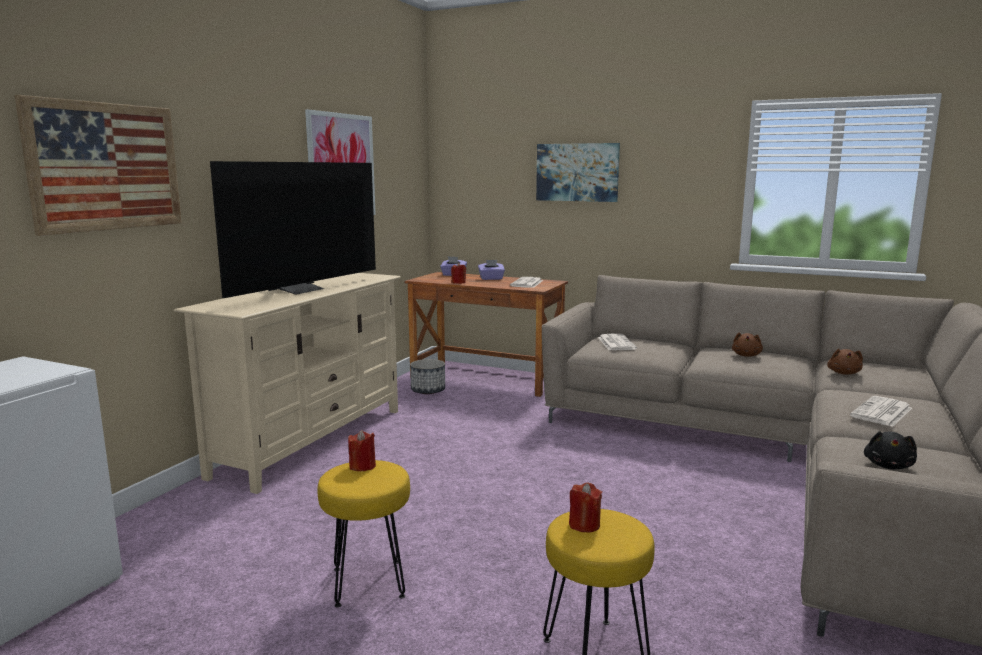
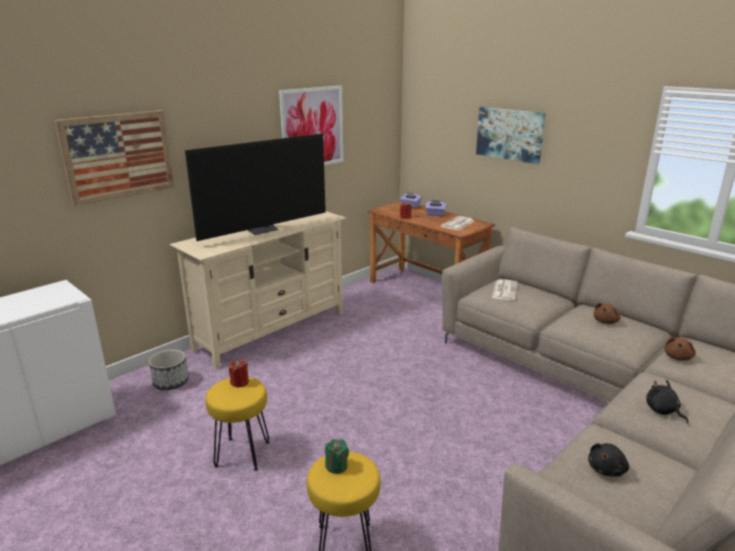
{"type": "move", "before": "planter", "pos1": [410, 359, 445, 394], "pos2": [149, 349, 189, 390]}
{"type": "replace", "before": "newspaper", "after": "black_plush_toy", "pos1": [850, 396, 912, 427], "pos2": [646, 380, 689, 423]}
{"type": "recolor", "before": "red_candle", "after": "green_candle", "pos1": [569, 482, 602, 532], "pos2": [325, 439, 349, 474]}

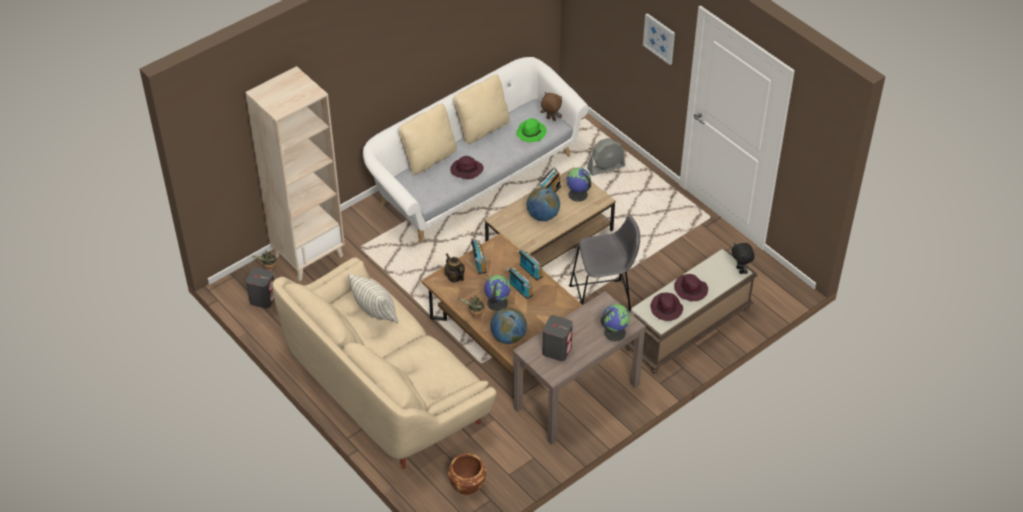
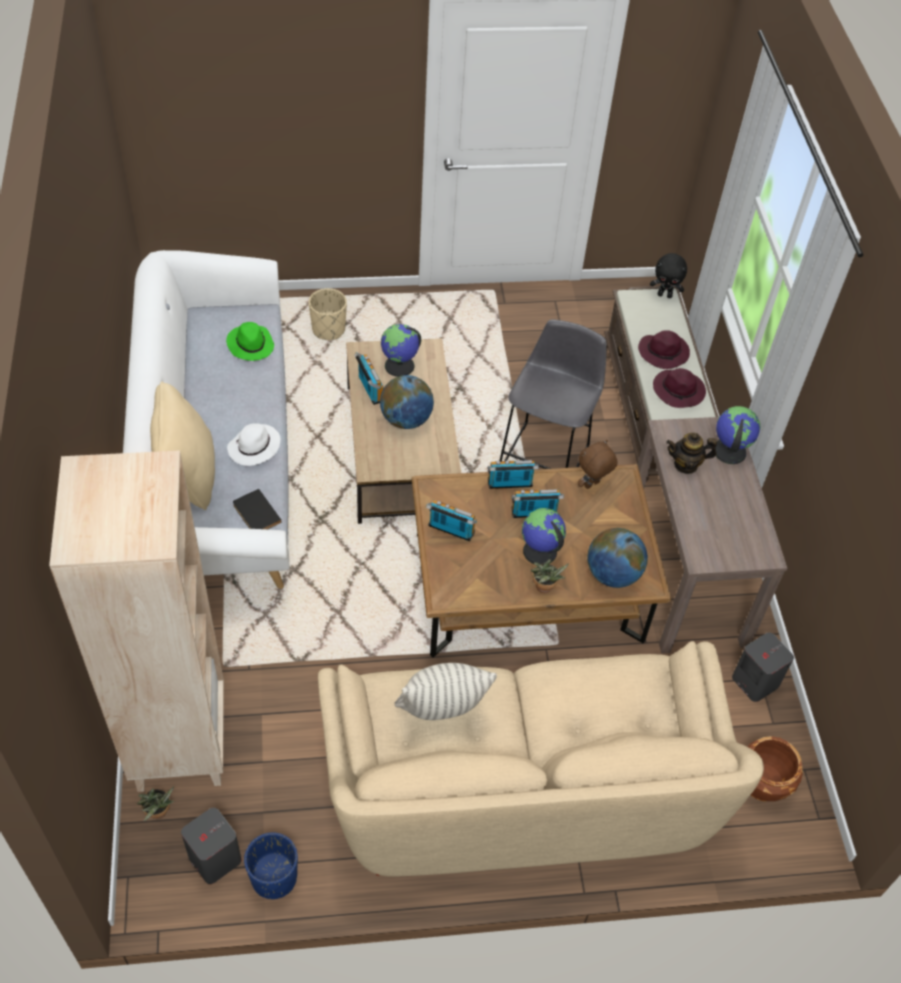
{"type": "delete", "before": "picture", "pos1": [643, 13, 675, 65]}
{"type": "delete", "before": "beige_pillow", "pos1": [454, 74, 510, 145]}
{"type": "move", "before": "brown_plush_toy", "pos1": [541, 92, 562, 121], "pos2": [578, 440, 617, 489]}
{"type": "replace", "before": "grey_fan", "after": "beige_planter", "pos1": [587, 138, 625, 176], "pos2": [309, 288, 347, 340]}
{"type": "recolor", "before": "purple_hat", "after": "white_hat", "pos1": [450, 156, 484, 179], "pos2": [227, 423, 280, 466]}
{"type": "move", "before": "teapot", "pos1": [445, 253, 465, 282], "pos2": [666, 433, 717, 474]}
{"type": "move", "before": "grey_speaker", "pos1": [542, 315, 573, 361], "pos2": [732, 632, 794, 702]}
{"type": "insert", "after": "black_book", "pos2": [233, 489, 282, 529]}
{"type": "insert", "after": "blue_planter", "pos2": [244, 832, 298, 899]}

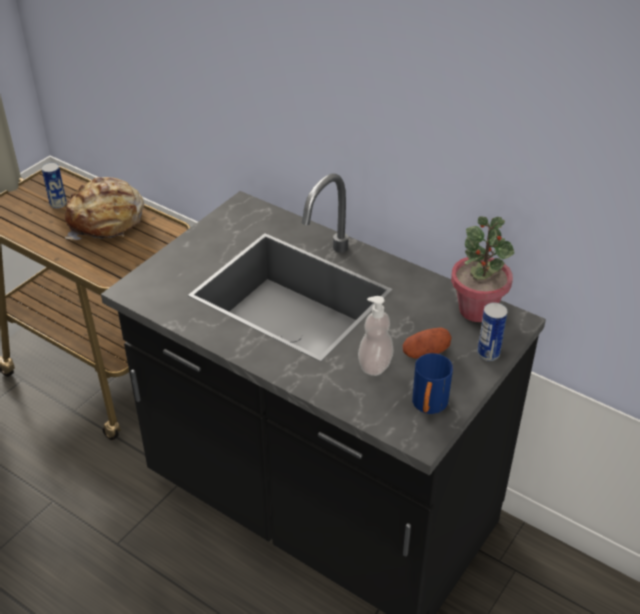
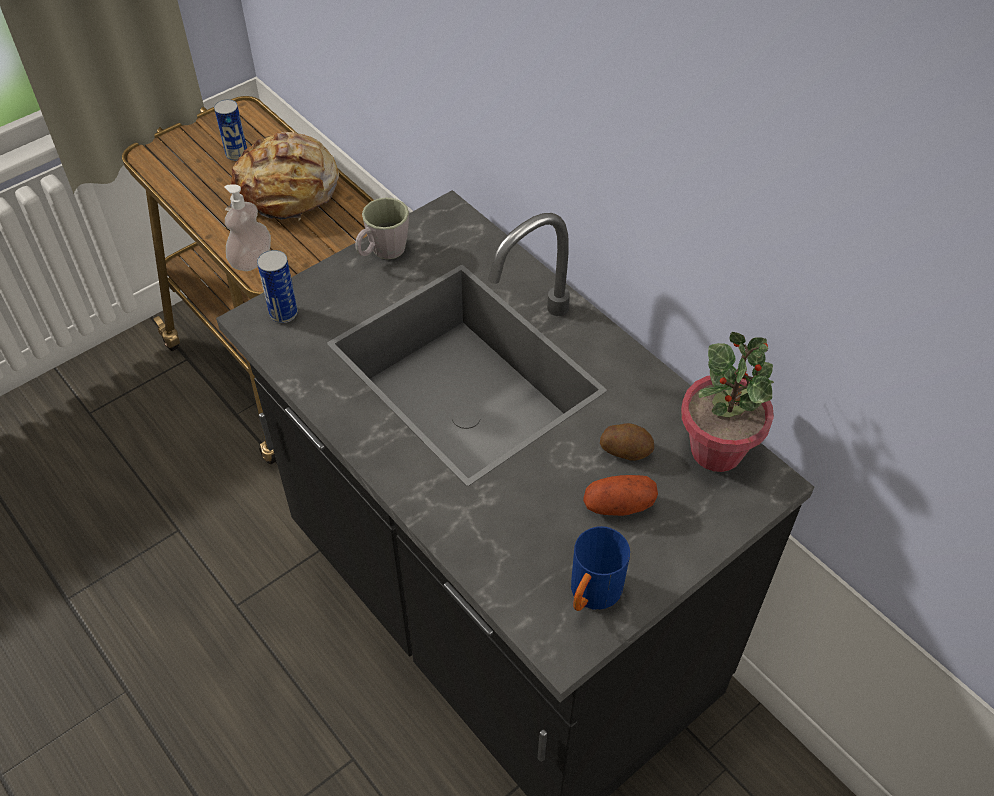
{"type": "move", "before": "soap_dispenser", "pos1": [358, 296, 394, 376], "pos2": [224, 185, 271, 271]}
{"type": "move", "before": "can", "pos1": [477, 302, 508, 361], "pos2": [257, 250, 298, 323]}
{"type": "insert", "after": "grey_mug", "pos2": [355, 197, 409, 259]}
{"type": "insert", "after": "potato", "pos2": [600, 423, 654, 461]}

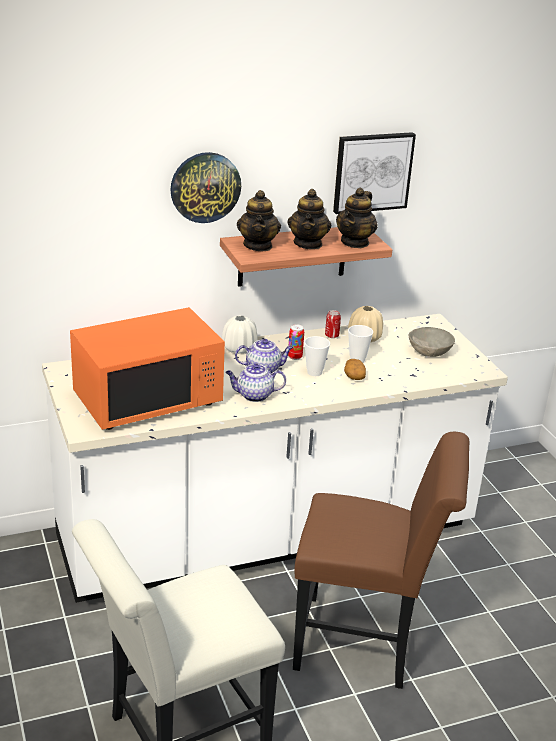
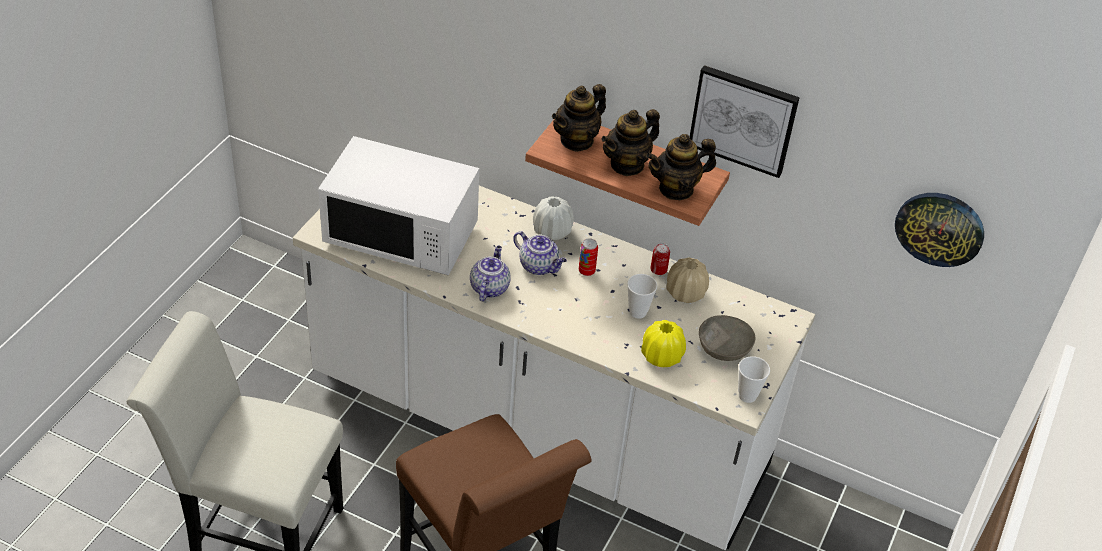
{"type": "move", "before": "wall_clock", "pos1": [170, 152, 241, 223], "pos2": [895, 193, 984, 267]}
{"type": "recolor", "before": "orange_microwave", "after": "white_microwave", "pos1": [70, 307, 225, 430], "pos2": [318, 136, 479, 275]}
{"type": "move", "before": "cup", "pos1": [304, 336, 330, 376], "pos2": [738, 356, 770, 403]}
{"type": "delete", "before": "potato", "pos1": [344, 359, 366, 380]}
{"type": "rotate", "before": "teapot", "pos1": [225, 364, 286, 402], "pos2": [470, 246, 511, 301], "turn": 60}
{"type": "insert", "after": "yellow_vase", "pos2": [641, 320, 686, 367]}

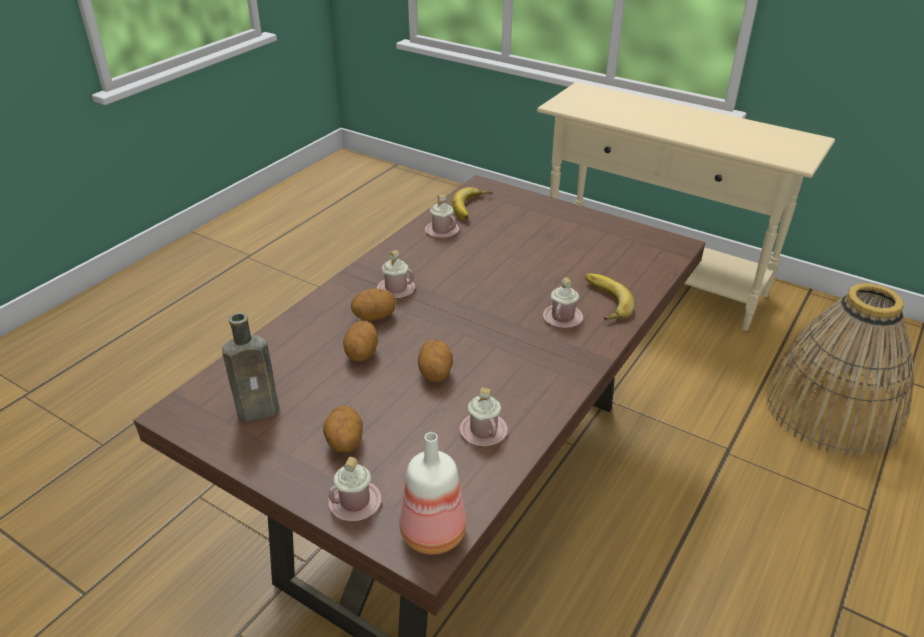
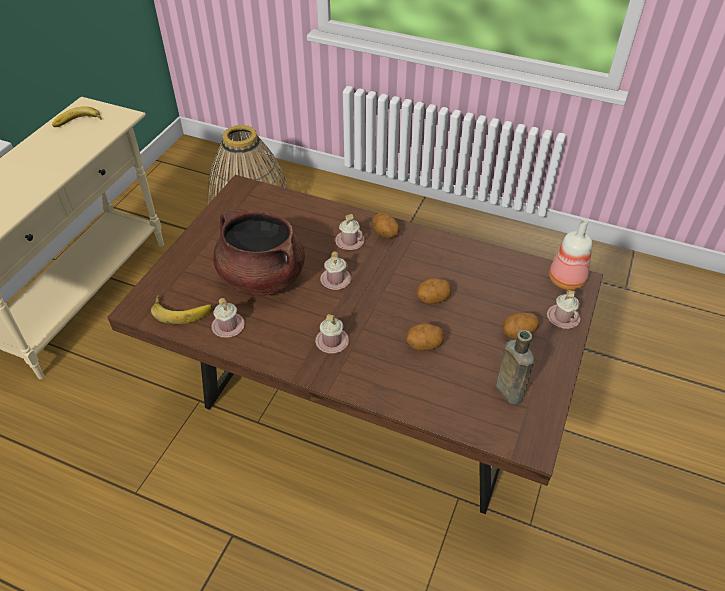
{"type": "move", "before": "banana", "pos1": [585, 273, 635, 320], "pos2": [52, 106, 101, 127]}
{"type": "move", "before": "potato", "pos1": [351, 288, 396, 321], "pos2": [373, 212, 399, 238]}
{"type": "move", "before": "pink_mug", "pos1": [460, 387, 508, 446], "pos2": [320, 252, 351, 290]}
{"type": "insert", "after": "brown_cooking_pot", "pos2": [213, 211, 305, 296]}

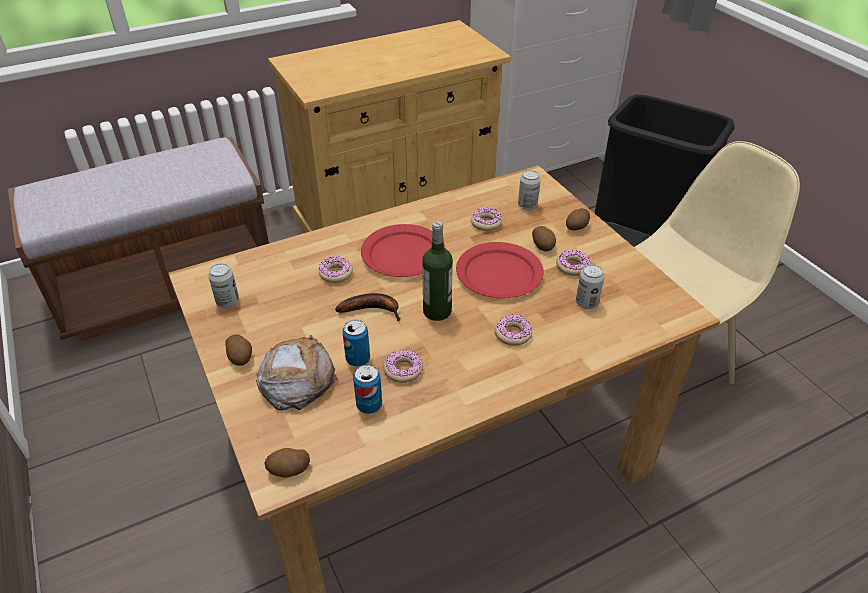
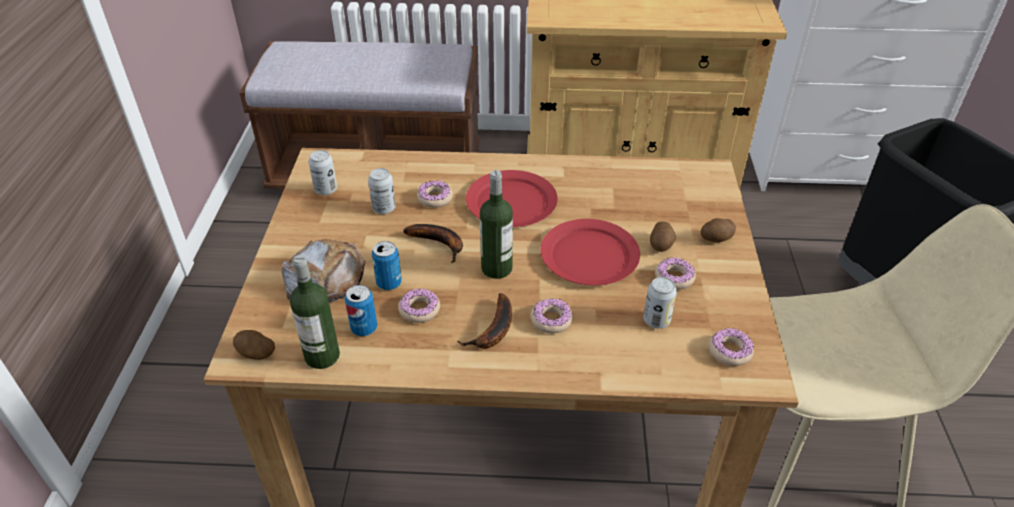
{"type": "move", "before": "can", "pos1": [518, 170, 541, 210], "pos2": [368, 168, 396, 214]}
{"type": "move", "before": "donut", "pos1": [471, 207, 502, 231], "pos2": [708, 327, 754, 366]}
{"type": "delete", "before": "potato", "pos1": [225, 335, 252, 366]}
{"type": "insert", "after": "bottle", "pos2": [290, 255, 340, 369]}
{"type": "insert", "after": "banana", "pos2": [457, 293, 512, 349]}

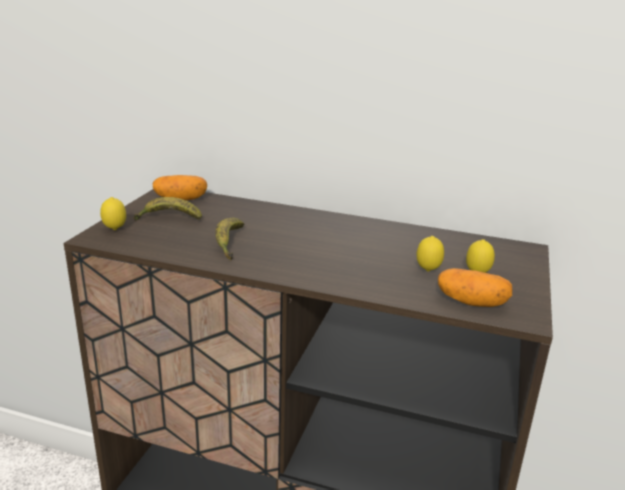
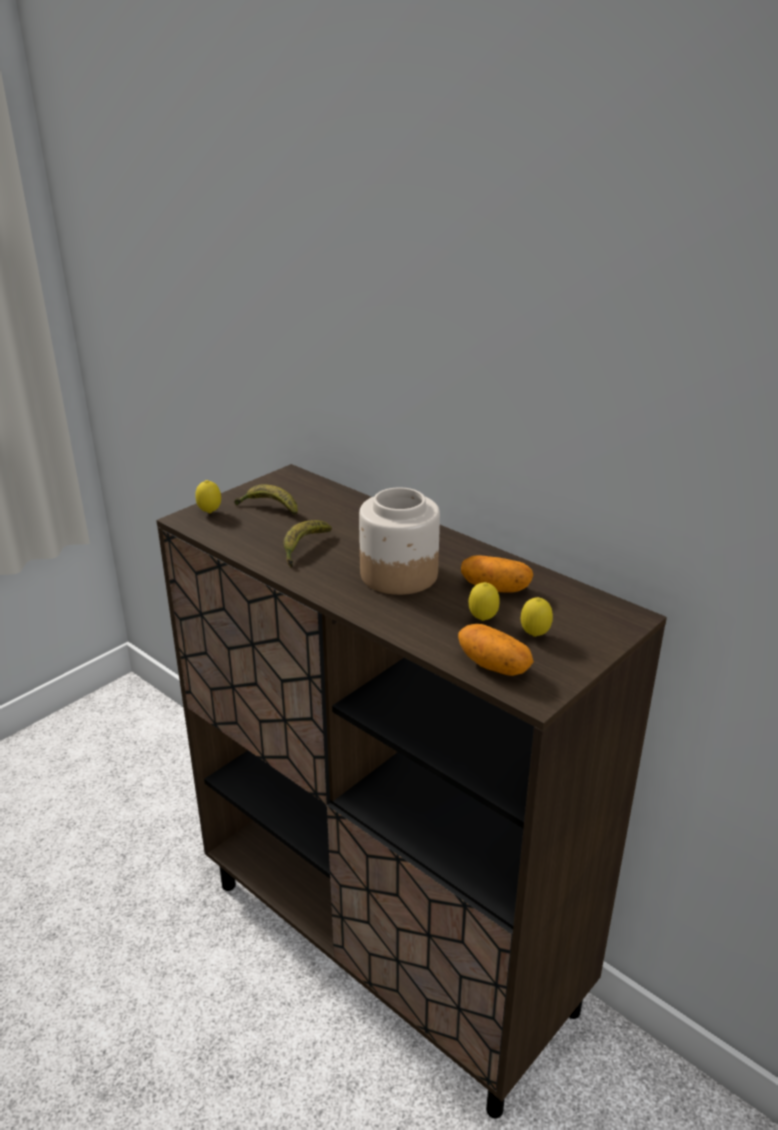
{"type": "move", "before": "potato", "pos1": [153, 175, 207, 200], "pos2": [461, 555, 533, 592]}
{"type": "insert", "after": "jar", "pos2": [359, 488, 440, 595]}

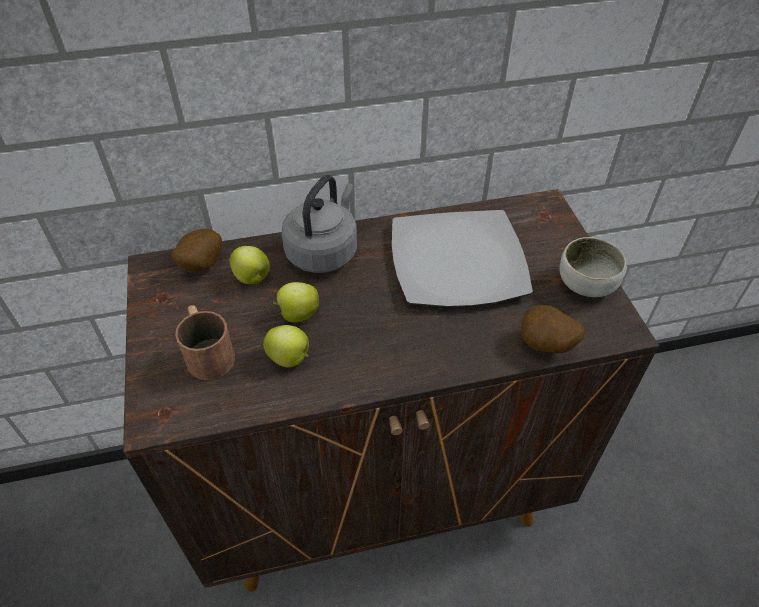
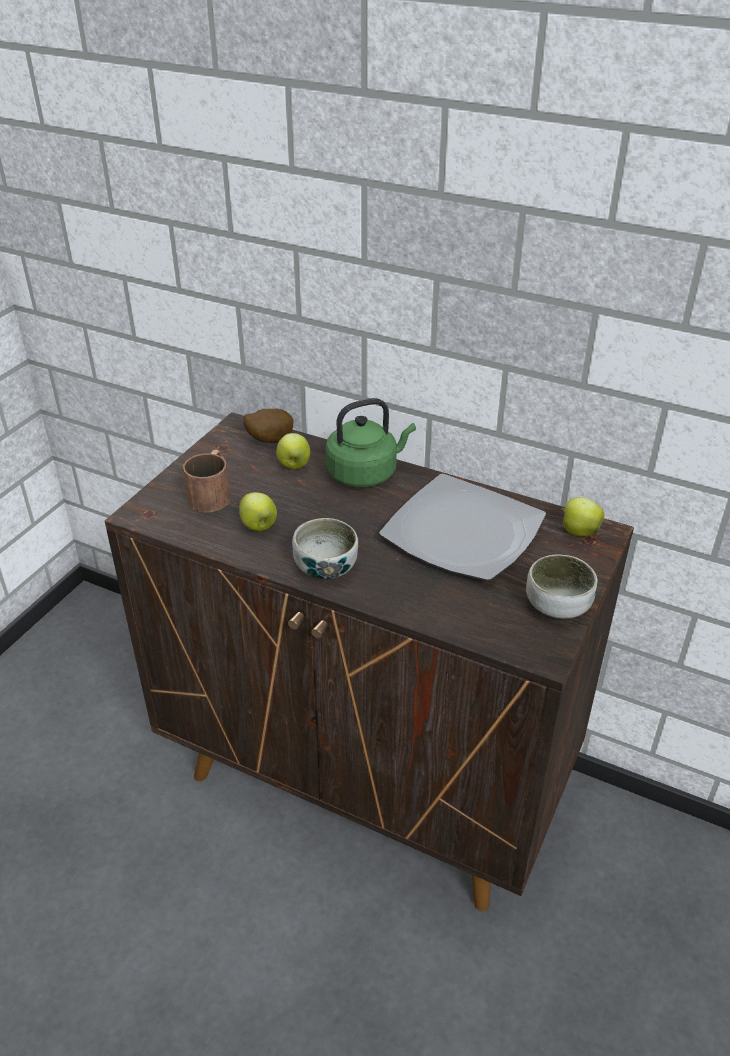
{"type": "recolor", "before": "grey_kettle", "after": "green_kettle", "pos1": [282, 175, 357, 273], "pos2": [326, 398, 416, 488]}
{"type": "move", "before": "apple", "pos1": [273, 282, 319, 323], "pos2": [561, 497, 605, 536]}
{"type": "delete", "before": "potato", "pos1": [521, 305, 585, 354]}
{"type": "insert", "after": "bowl", "pos2": [292, 518, 358, 579]}

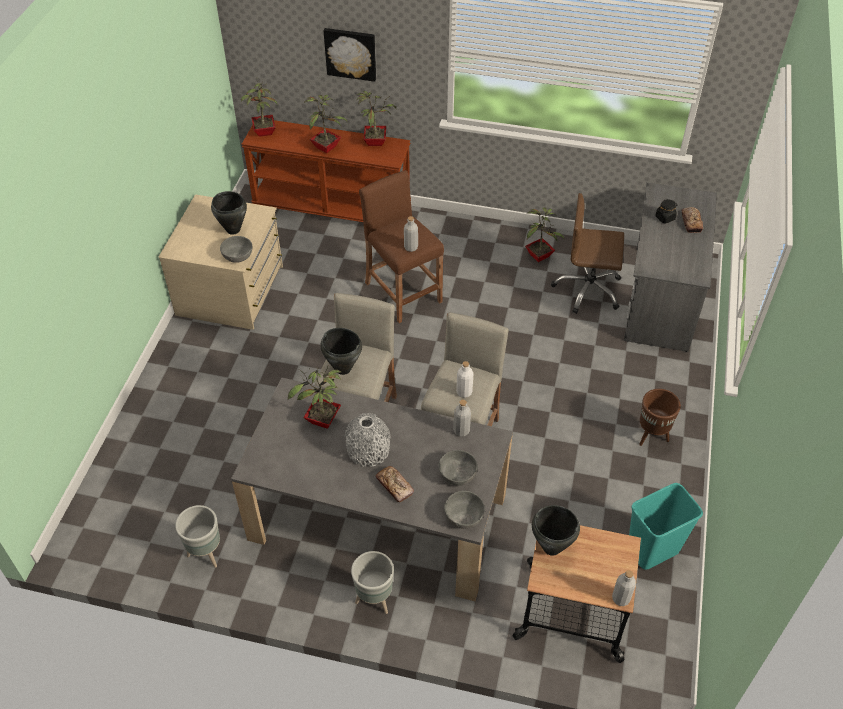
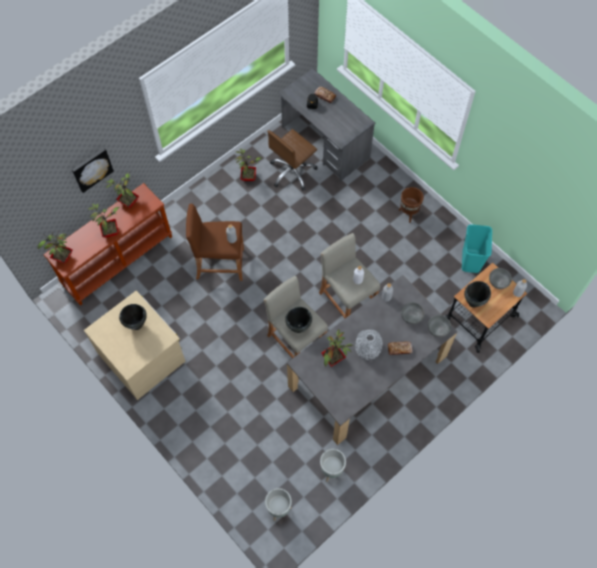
{"type": "move", "before": "grey_bowl", "pos1": [220, 236, 252, 263], "pos2": [489, 268, 512, 289]}
{"type": "move", "before": "grey_planter", "pos1": [351, 551, 394, 614], "pos2": [265, 488, 292, 521]}

